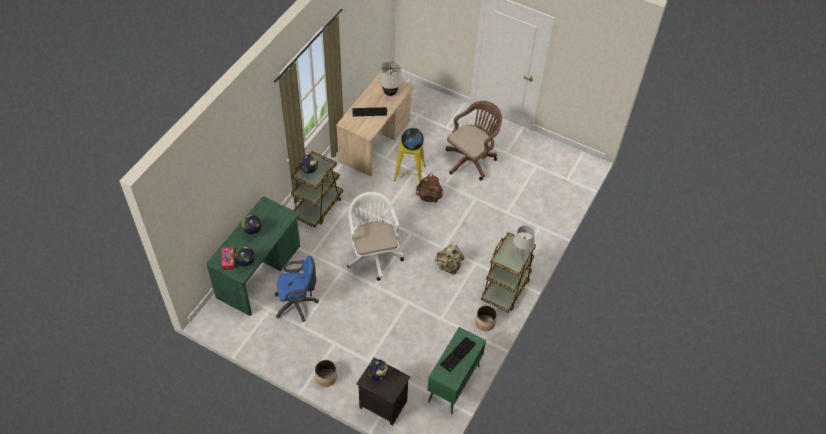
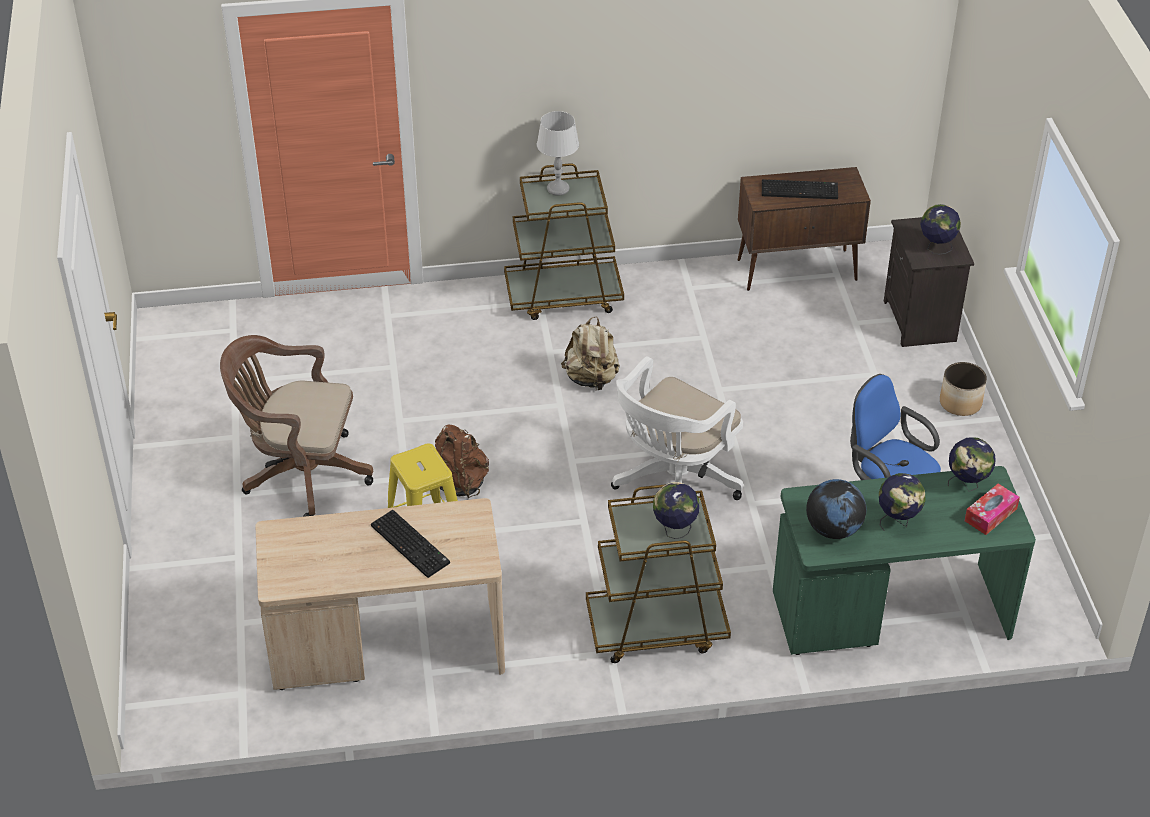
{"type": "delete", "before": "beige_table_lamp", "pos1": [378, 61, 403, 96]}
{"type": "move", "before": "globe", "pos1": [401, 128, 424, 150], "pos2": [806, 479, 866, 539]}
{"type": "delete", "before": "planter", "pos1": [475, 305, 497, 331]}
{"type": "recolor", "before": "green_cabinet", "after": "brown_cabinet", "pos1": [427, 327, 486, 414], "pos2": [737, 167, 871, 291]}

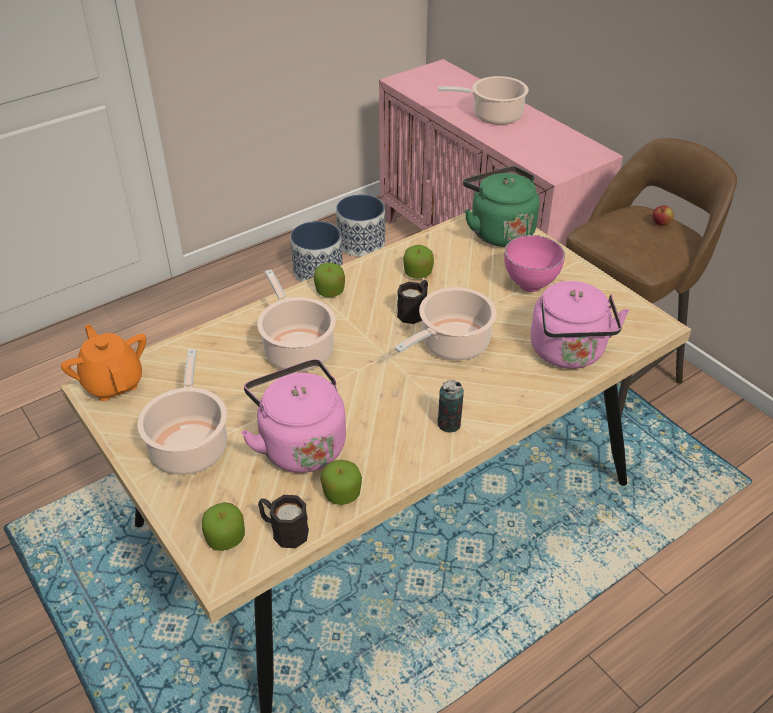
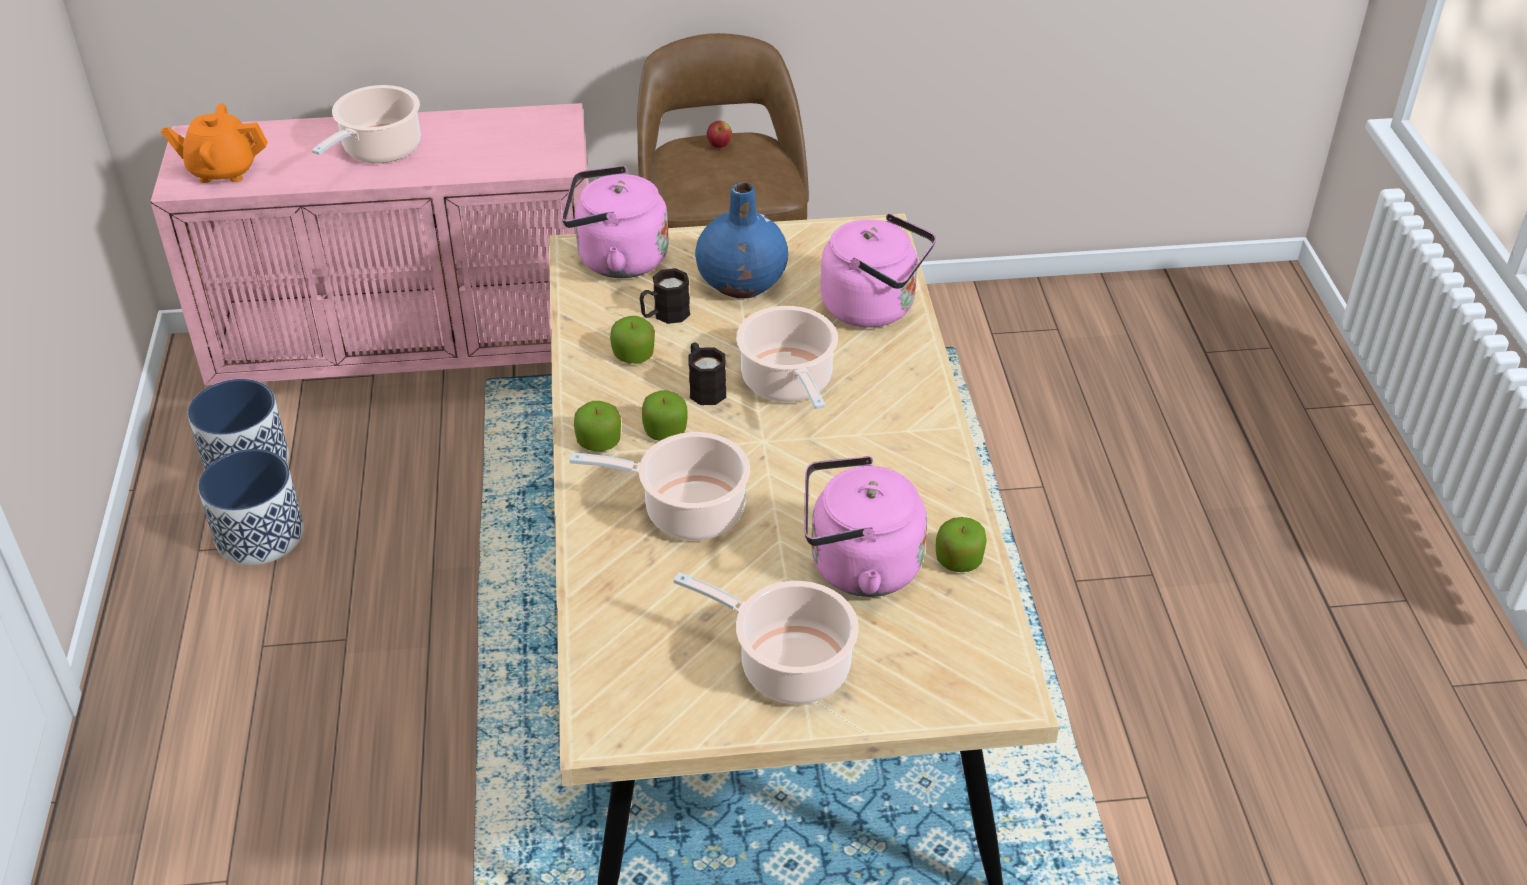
{"type": "recolor", "before": "green_kettle", "after": "pink_kettle", "pos1": [463, 166, 540, 247], "pos2": [562, 166, 669, 278]}
{"type": "replace", "before": "pink_bowl", "after": "blue_vase", "pos1": [504, 235, 565, 292], "pos2": [695, 182, 788, 298]}
{"type": "move", "before": "orange_teapot", "pos1": [61, 324, 146, 401], "pos2": [161, 103, 268, 183]}
{"type": "delete", "before": "can", "pos1": [437, 380, 464, 433]}
{"type": "move", "before": "black_mug", "pos1": [258, 495, 309, 548], "pos2": [640, 268, 690, 324]}
{"type": "move", "before": "apple", "pos1": [202, 502, 245, 551], "pos2": [642, 390, 688, 441]}

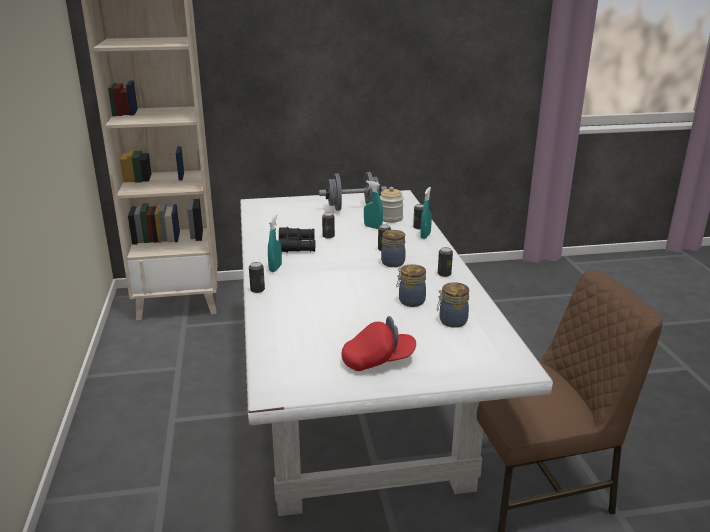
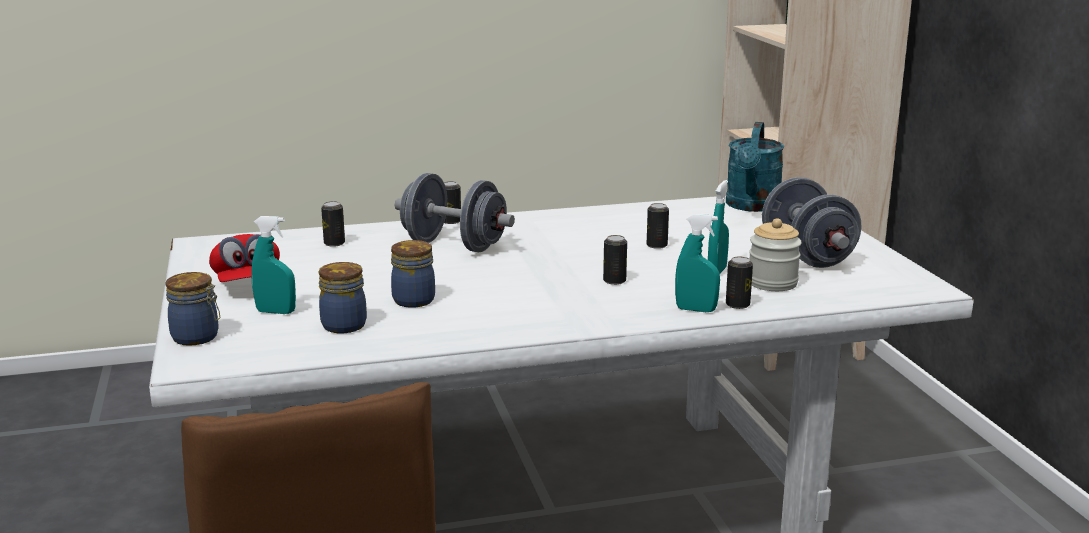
{"type": "move", "before": "turquoise_spray_bottle", "pos1": [268, 214, 282, 272], "pos2": [251, 216, 296, 314]}
{"type": "delete", "before": "black_binoculars", "pos1": [278, 227, 315, 253]}
{"type": "move", "before": "jar", "pos1": [381, 230, 405, 267], "pos2": [165, 272, 220, 346]}
{"type": "move", "before": "can", "pos1": [438, 247, 453, 277], "pos2": [321, 201, 345, 247]}
{"type": "insert", "after": "turquoise_watering_can", "pos2": [726, 122, 784, 212]}
{"type": "insert", "after": "grey_dumbbell", "pos2": [395, 173, 515, 252]}

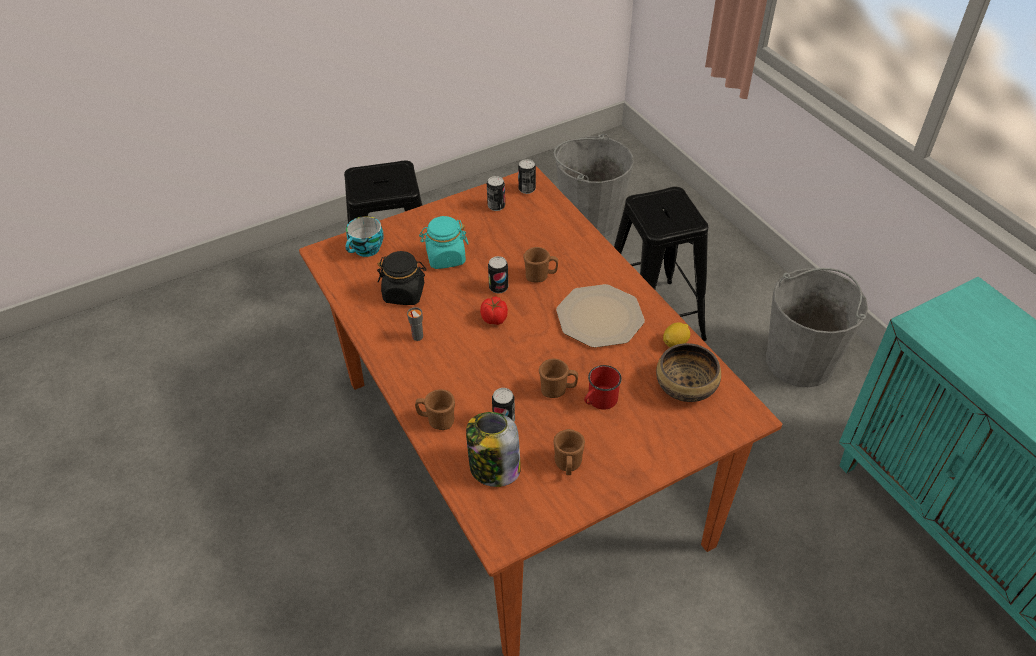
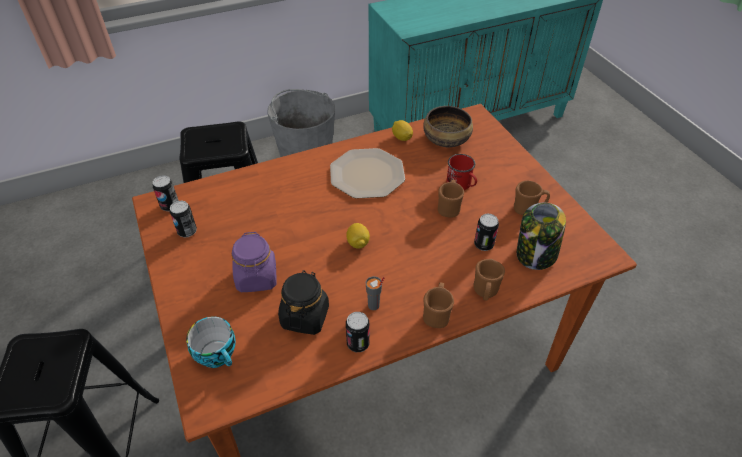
{"type": "delete", "before": "grey_bucket", "pos1": [554, 134, 634, 237]}
{"type": "recolor", "before": "turquoise_jar", "after": "purple_jar", "pos1": [419, 216, 469, 269], "pos2": [232, 232, 277, 292]}
{"type": "move", "before": "brown_mug", "pos1": [523, 247, 558, 282], "pos2": [423, 282, 454, 328]}
{"type": "move", "before": "can", "pos1": [488, 256, 508, 294], "pos2": [346, 312, 370, 352]}
{"type": "replace", "before": "tomato", "after": "lemon", "pos1": [480, 297, 508, 325], "pos2": [346, 223, 370, 248]}

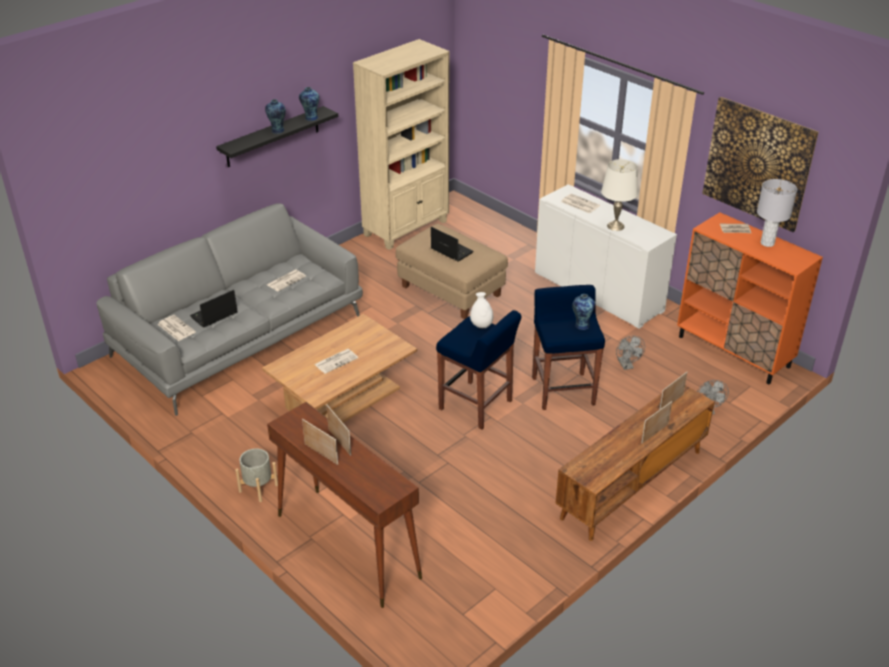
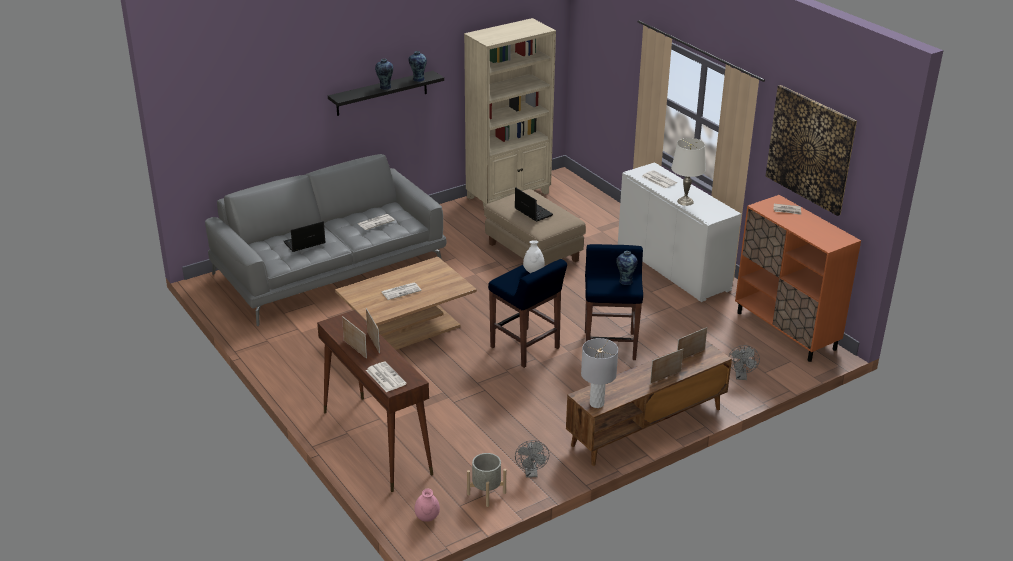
{"type": "move", "before": "grey_table_lamp", "pos1": [757, 179, 797, 247], "pos2": [581, 338, 618, 408]}
{"type": "move", "before": "newspaper", "pos1": [158, 315, 196, 341], "pos2": [366, 361, 407, 392]}
{"type": "move", "before": "grey_fan", "pos1": [616, 336, 645, 370], "pos2": [515, 440, 549, 478]}
{"type": "move", "before": "grey_planter", "pos1": [235, 448, 278, 502], "pos2": [467, 453, 506, 507]}
{"type": "insert", "after": "pink_vase", "pos2": [415, 489, 440, 522]}

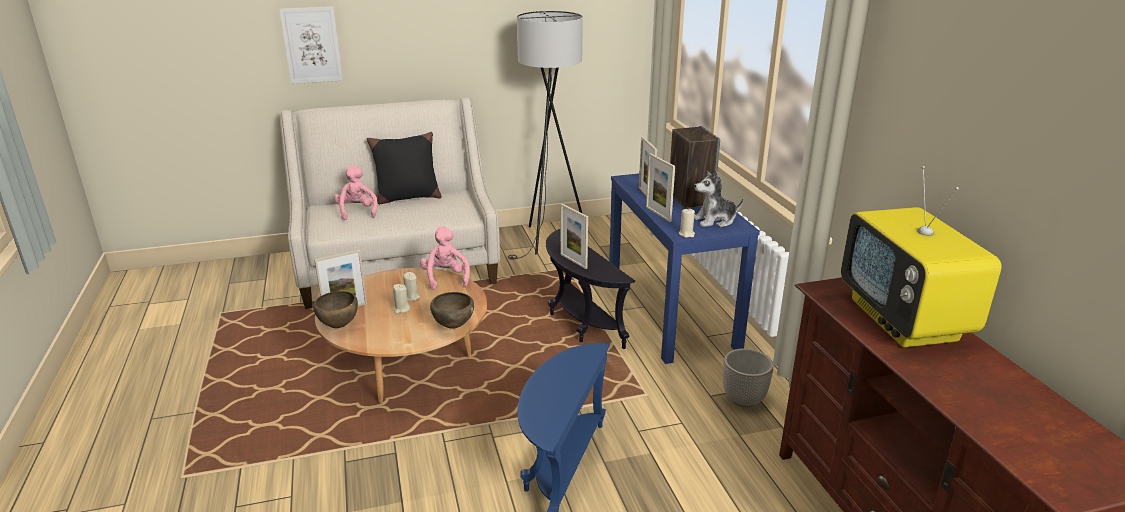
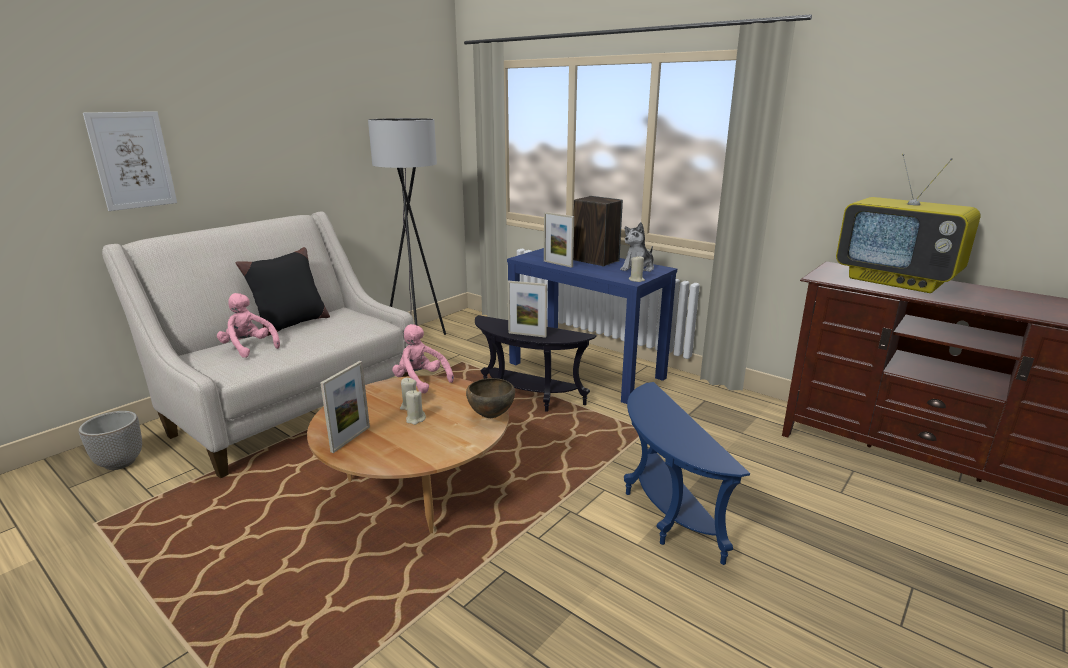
{"type": "delete", "before": "picture_frame", "pos1": [646, 153, 675, 222]}
{"type": "delete", "before": "brown_bowl", "pos1": [313, 291, 358, 328]}
{"type": "move", "before": "planter", "pos1": [723, 348, 774, 408], "pos2": [79, 411, 142, 470]}

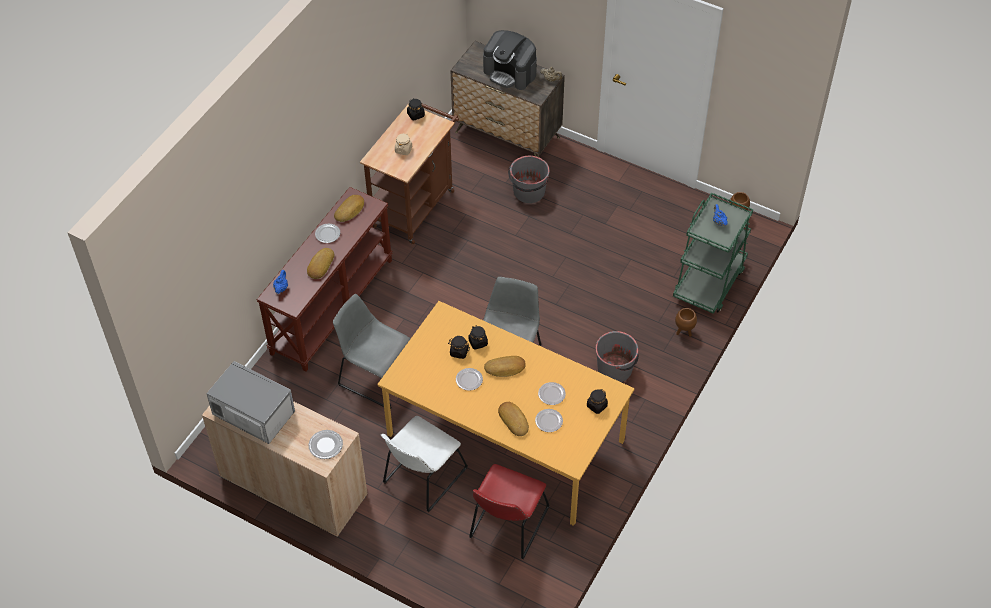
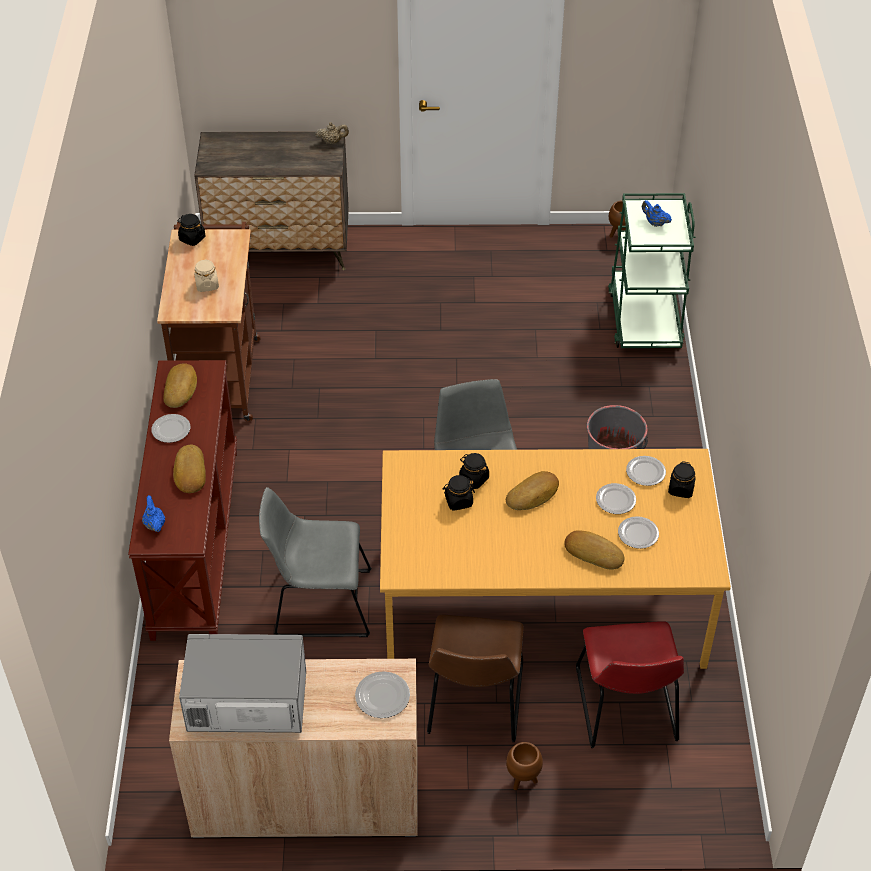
{"type": "delete", "before": "coffee_machine", "pos1": [483, 30, 537, 90]}
{"type": "delete", "before": "grey_bucket", "pos1": [508, 156, 550, 203]}
{"type": "move", "before": "brown_planter", "pos1": [675, 308, 697, 337], "pos2": [506, 742, 543, 790]}
{"type": "move", "before": "plate", "pos1": [456, 368, 483, 391], "pos2": [626, 456, 666, 486]}
{"type": "recolor", "before": "white_chair", "after": "brown_chair", "pos1": [381, 416, 468, 512], "pos2": [427, 615, 524, 742]}

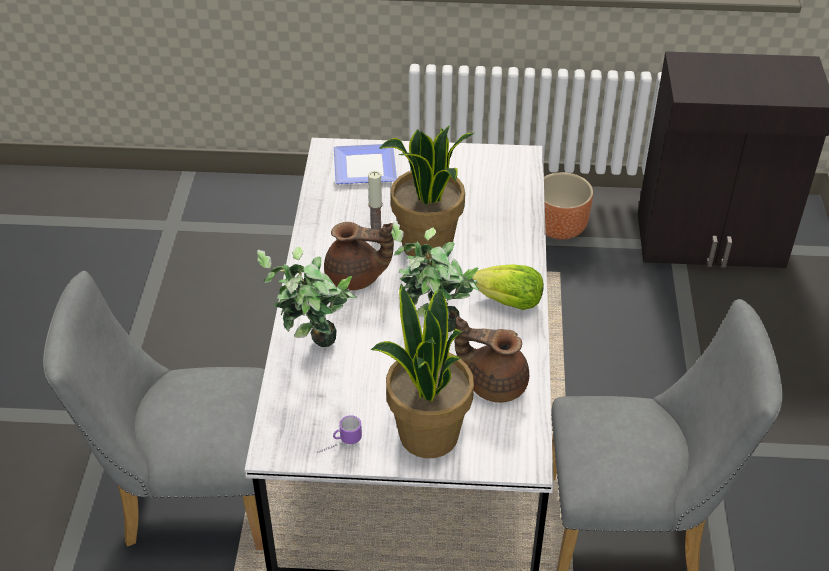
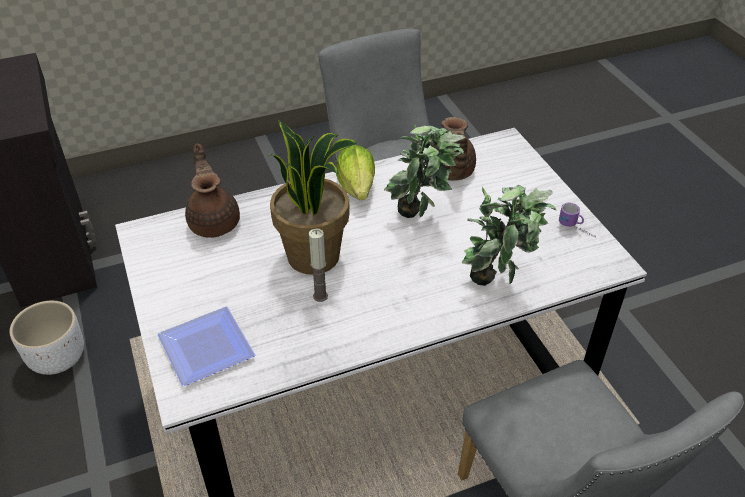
{"type": "recolor", "before": "brown_planter", "after": "white_planter", "pos1": [544, 172, 593, 240], "pos2": [10, 301, 84, 375]}
{"type": "move", "before": "brown_teapot", "pos1": [324, 222, 394, 290], "pos2": [185, 144, 240, 238]}
{"type": "delete", "before": "potted_plant", "pos1": [371, 283, 474, 458]}

